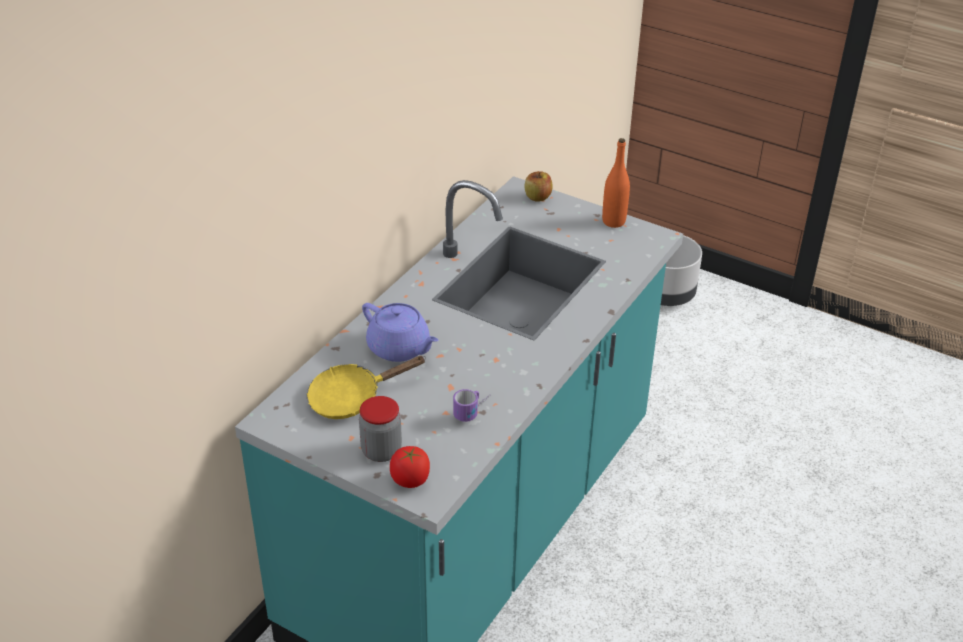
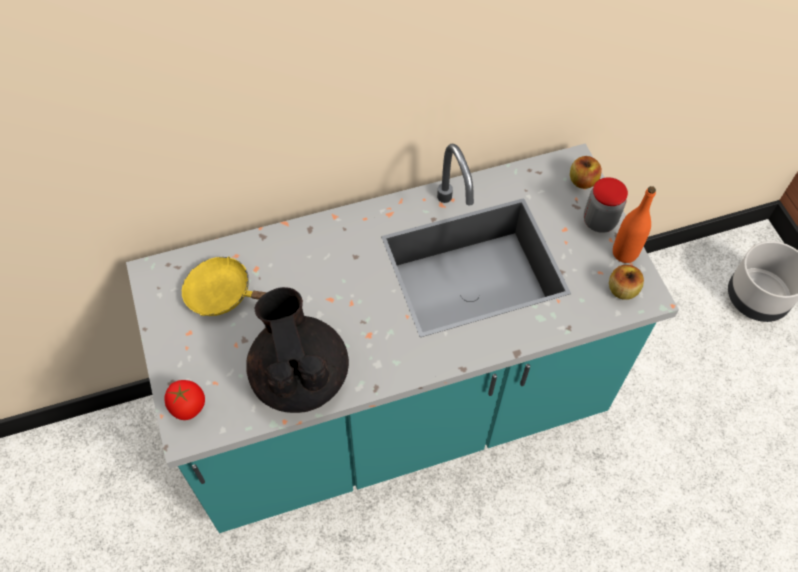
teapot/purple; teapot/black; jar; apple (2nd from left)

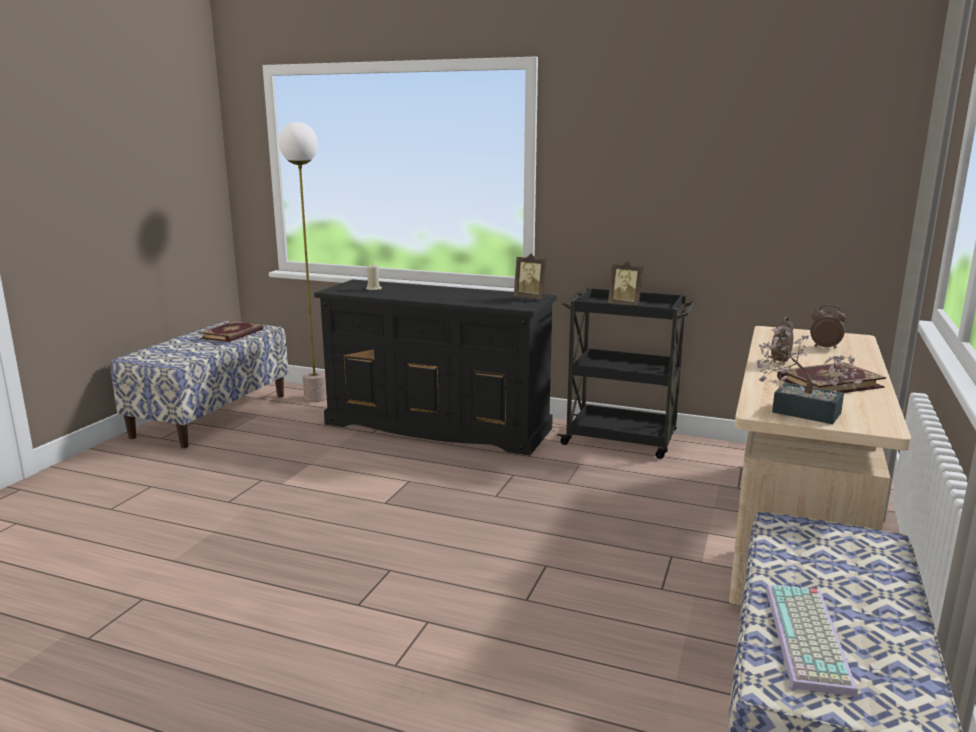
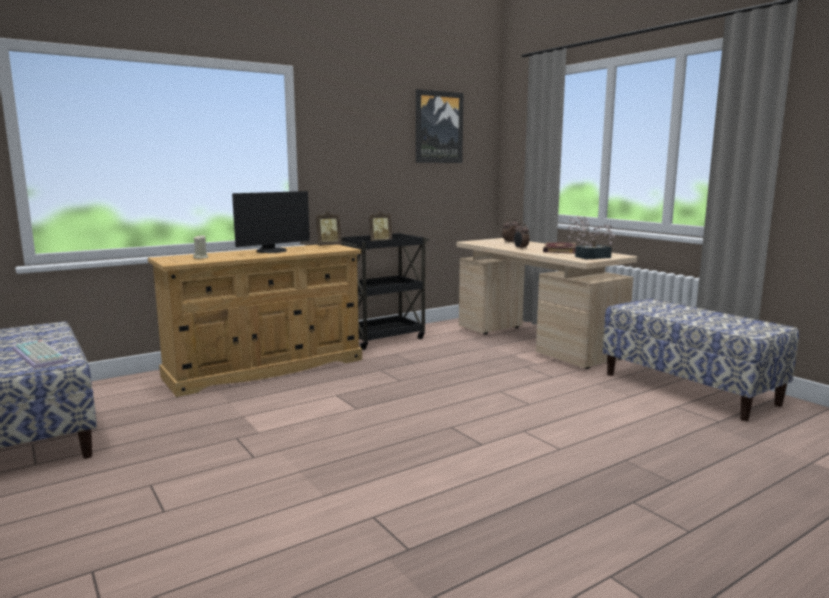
floor lamp; dresser/beige; book (1st from left in the first image); keyboard; picture; monitor

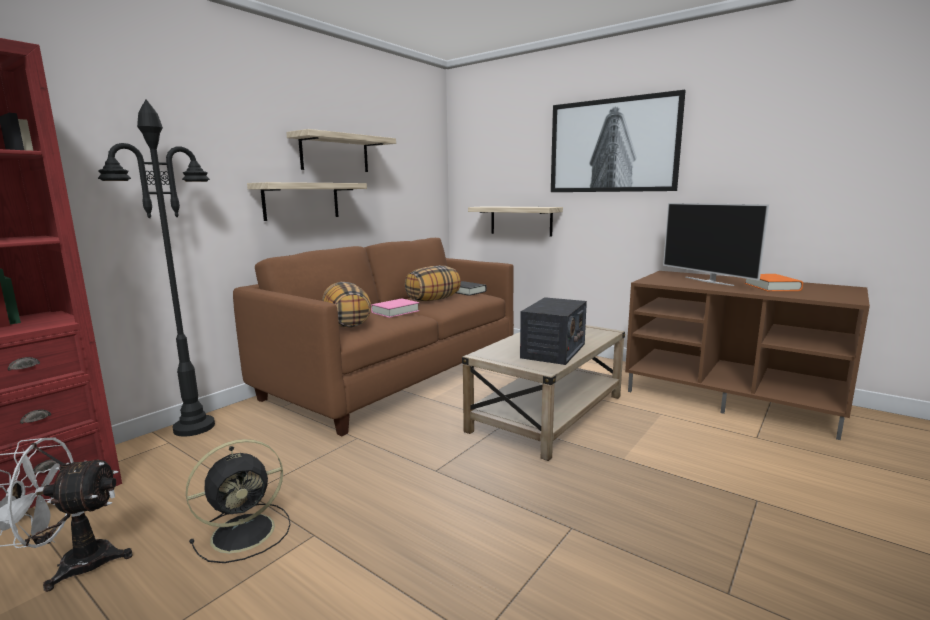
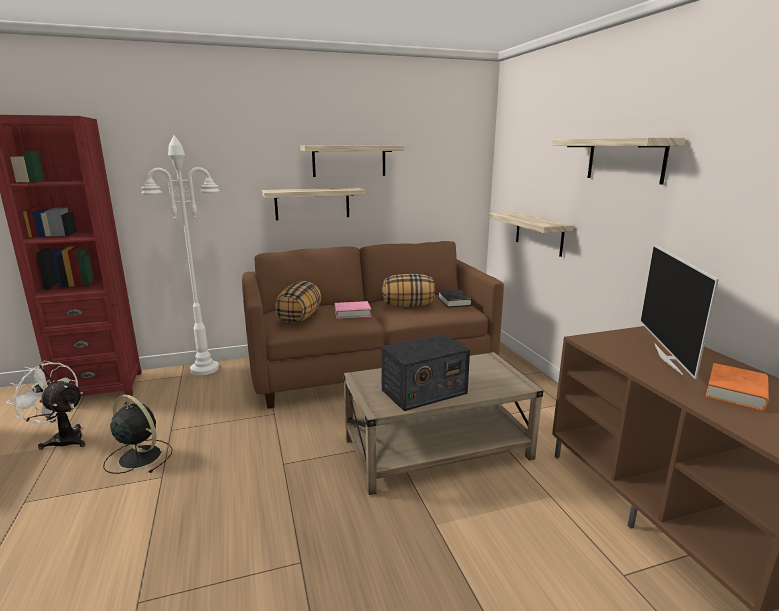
shelf (4th from left); floor lamp/white; fan/black

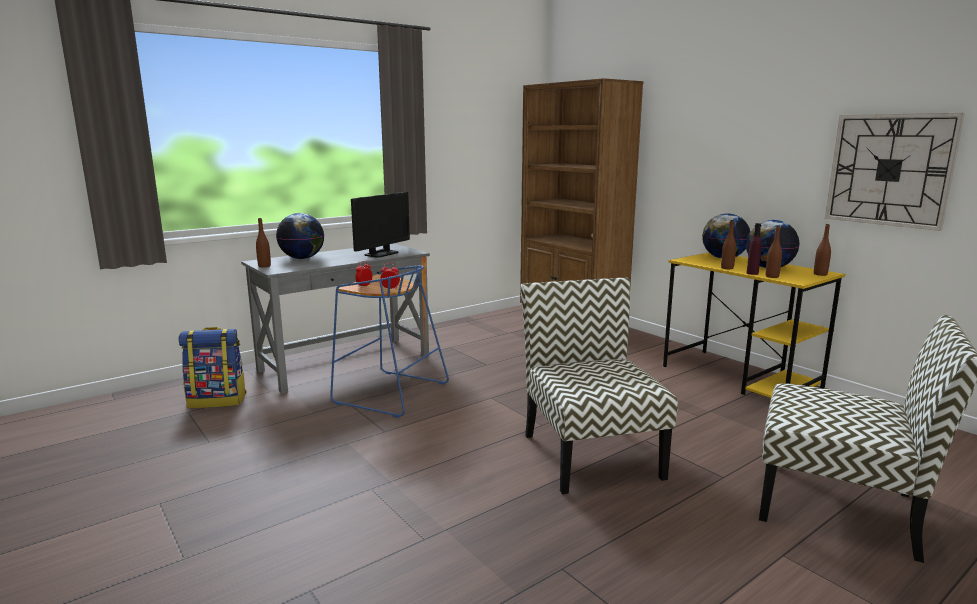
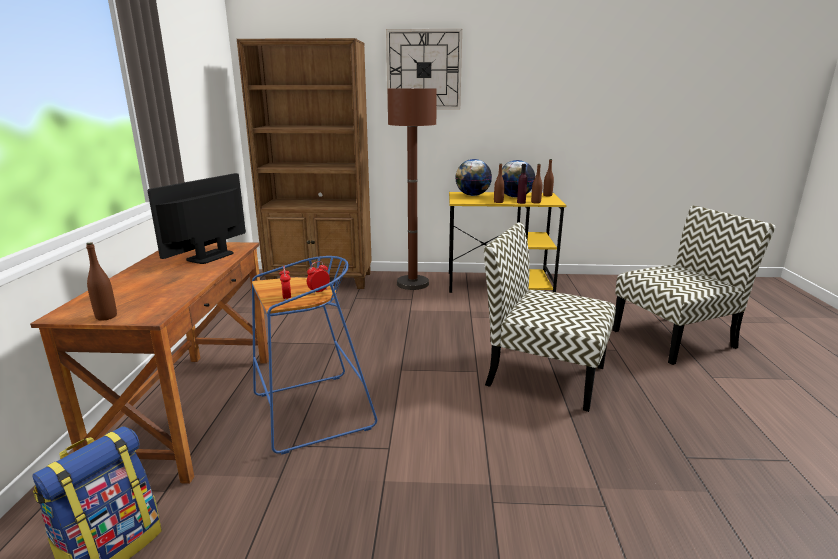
wall clock; monitor; globe (1st from left in the first image); desk/brown; floor lamp/brown

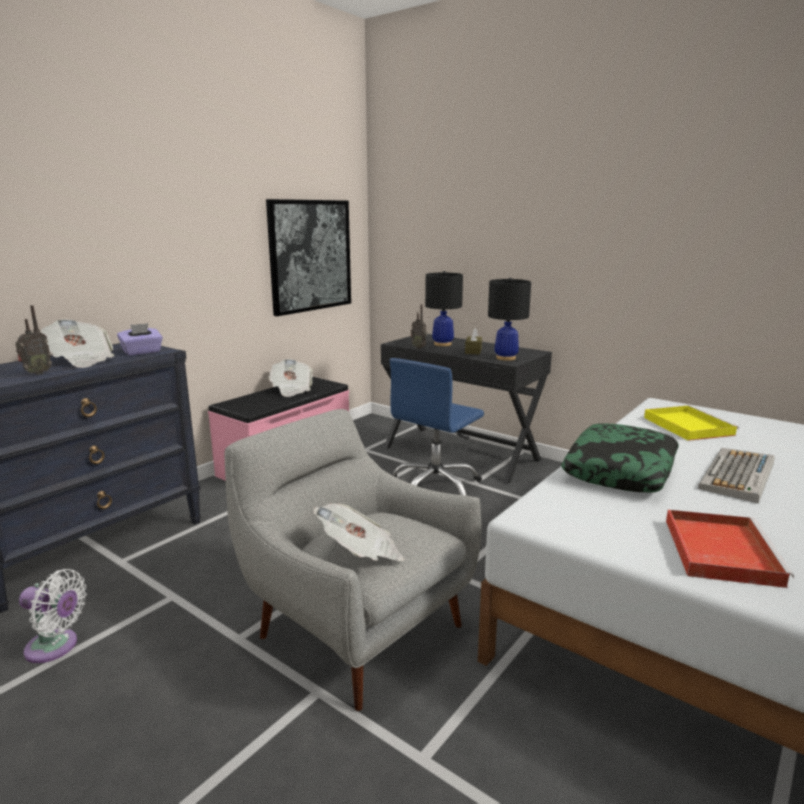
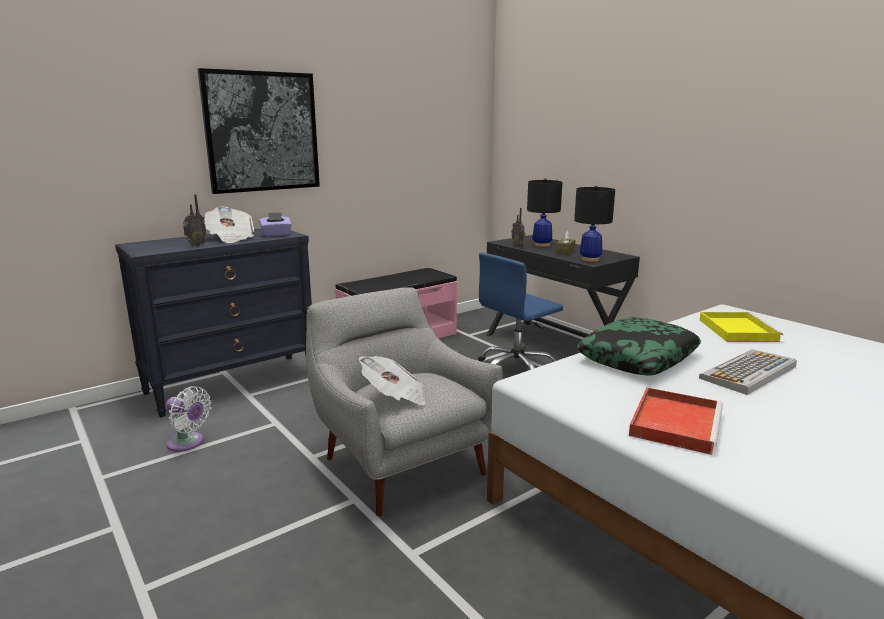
picture; newspaper (2nd from left in the first image)

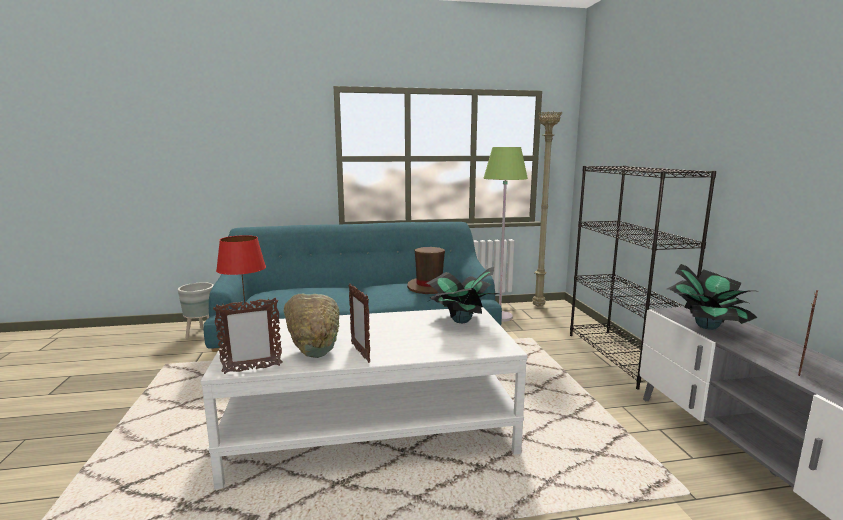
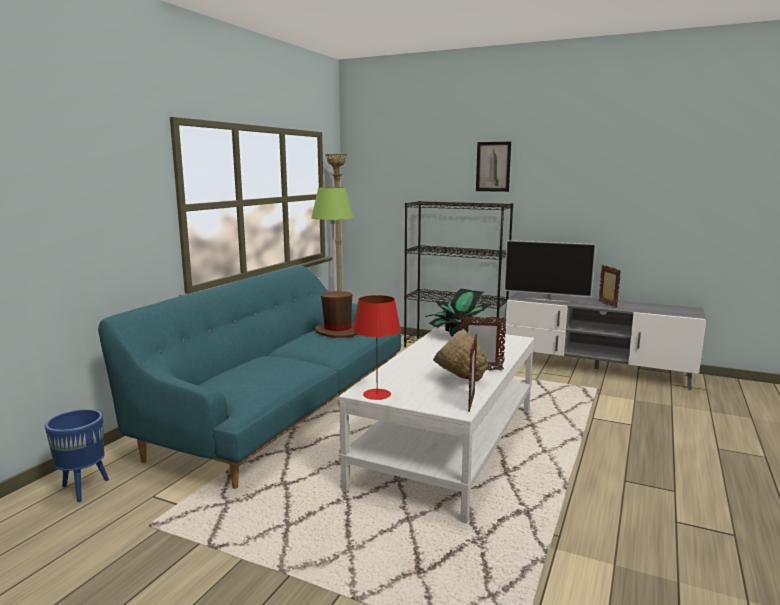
television; planter/blue; picture

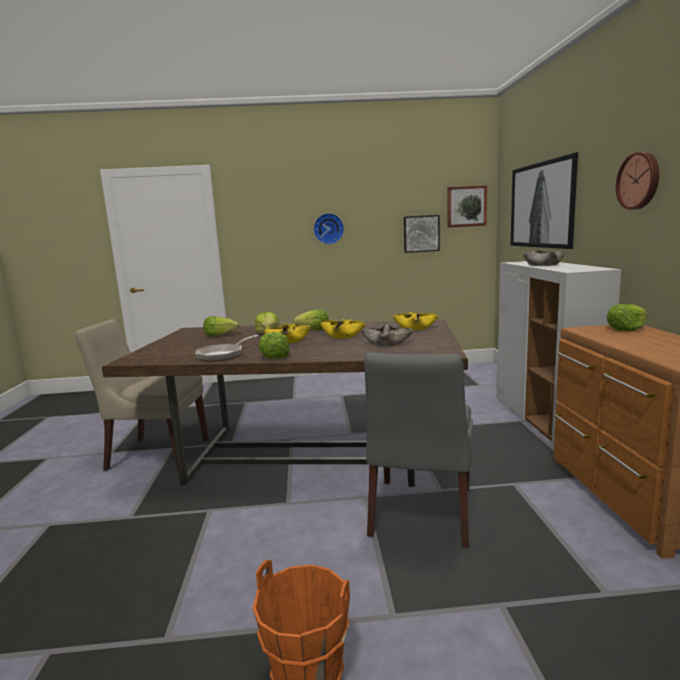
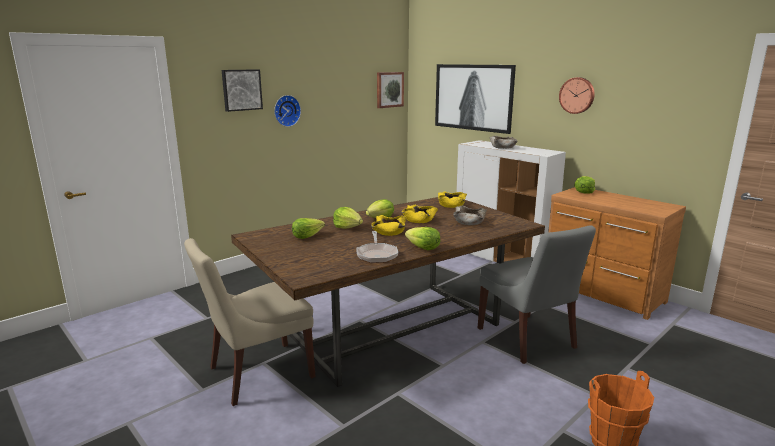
picture (1st from left)

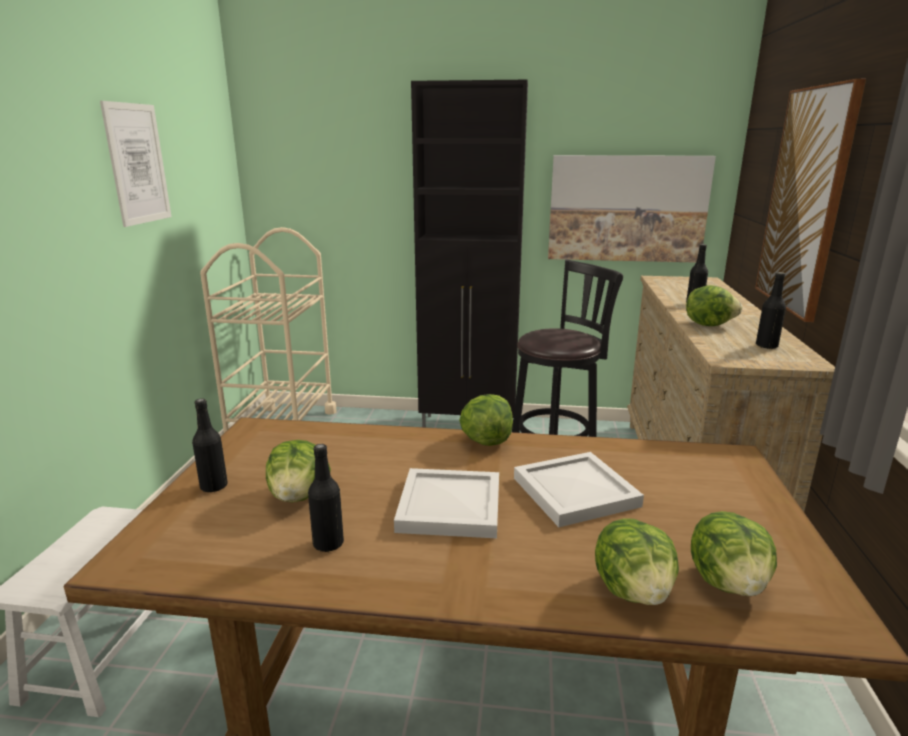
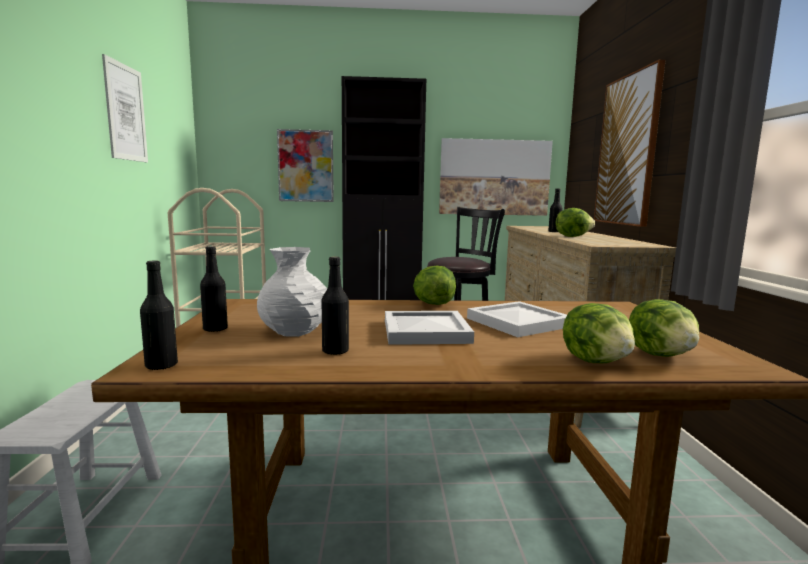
bottle/black (1st from left); vase/white; picture (2nd from left)

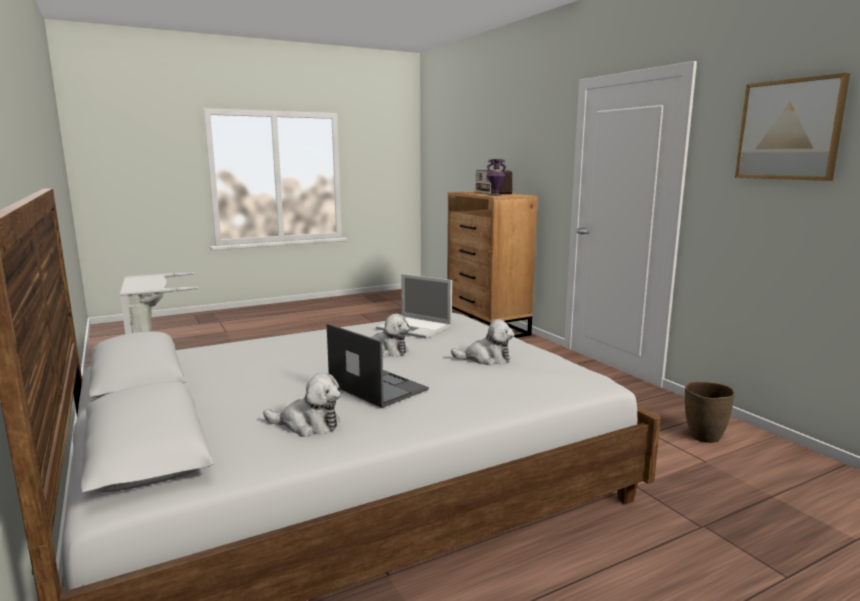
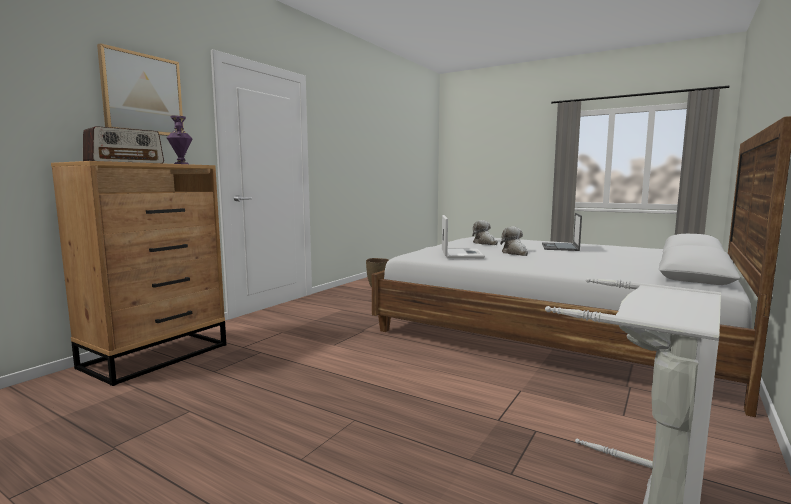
picture; plush toy (1st from left in the first image)

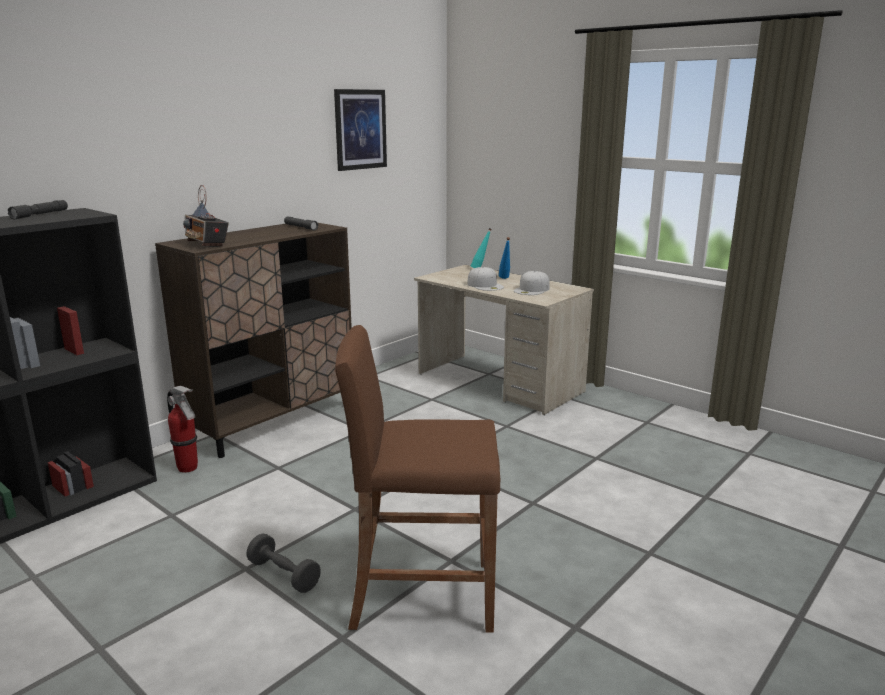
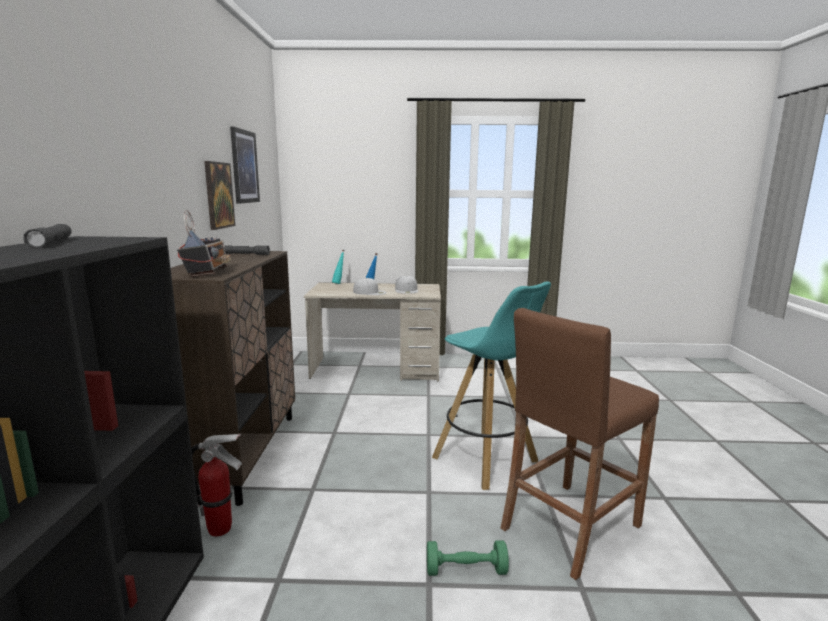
radio; dumbbell/green; picture (1st from left); stool/turquoise

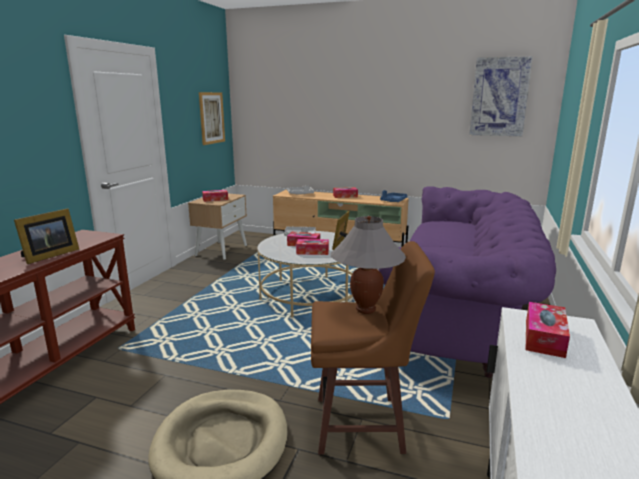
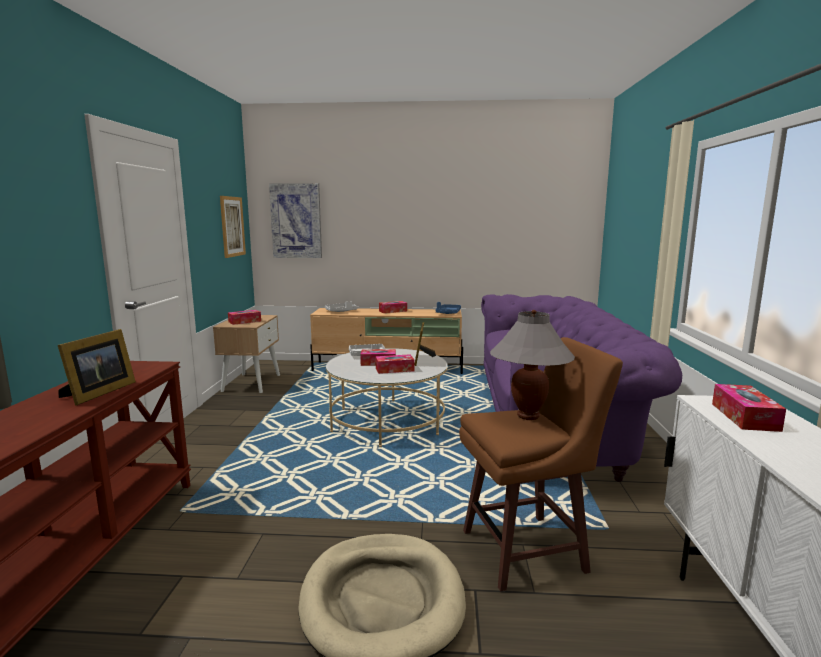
picture (2nd from left)

